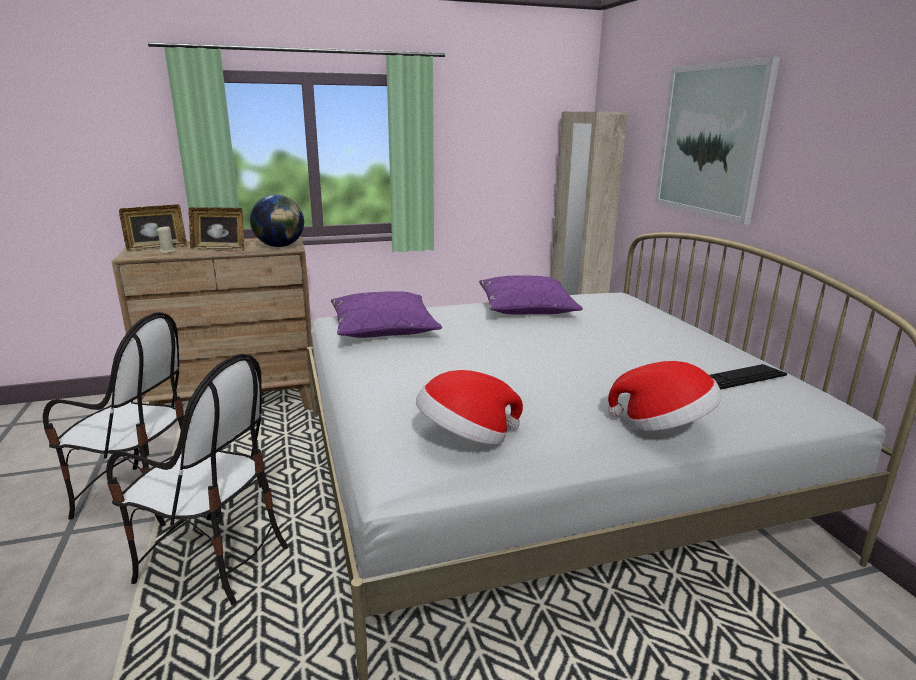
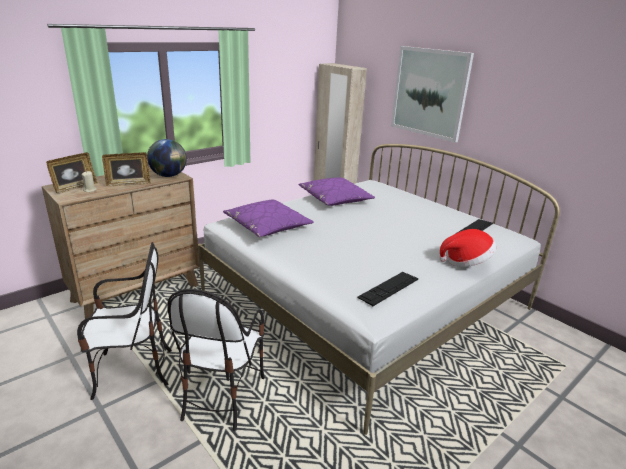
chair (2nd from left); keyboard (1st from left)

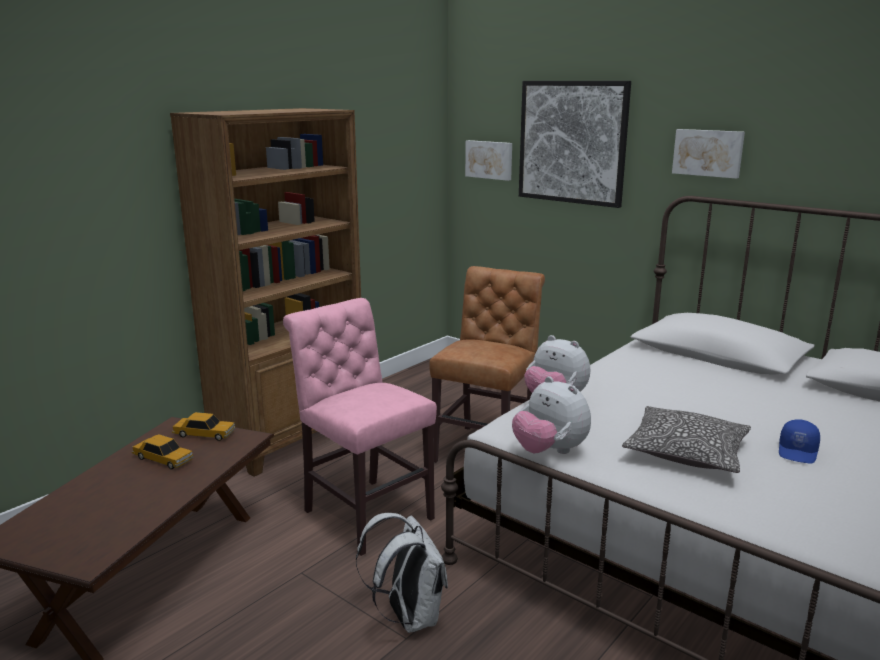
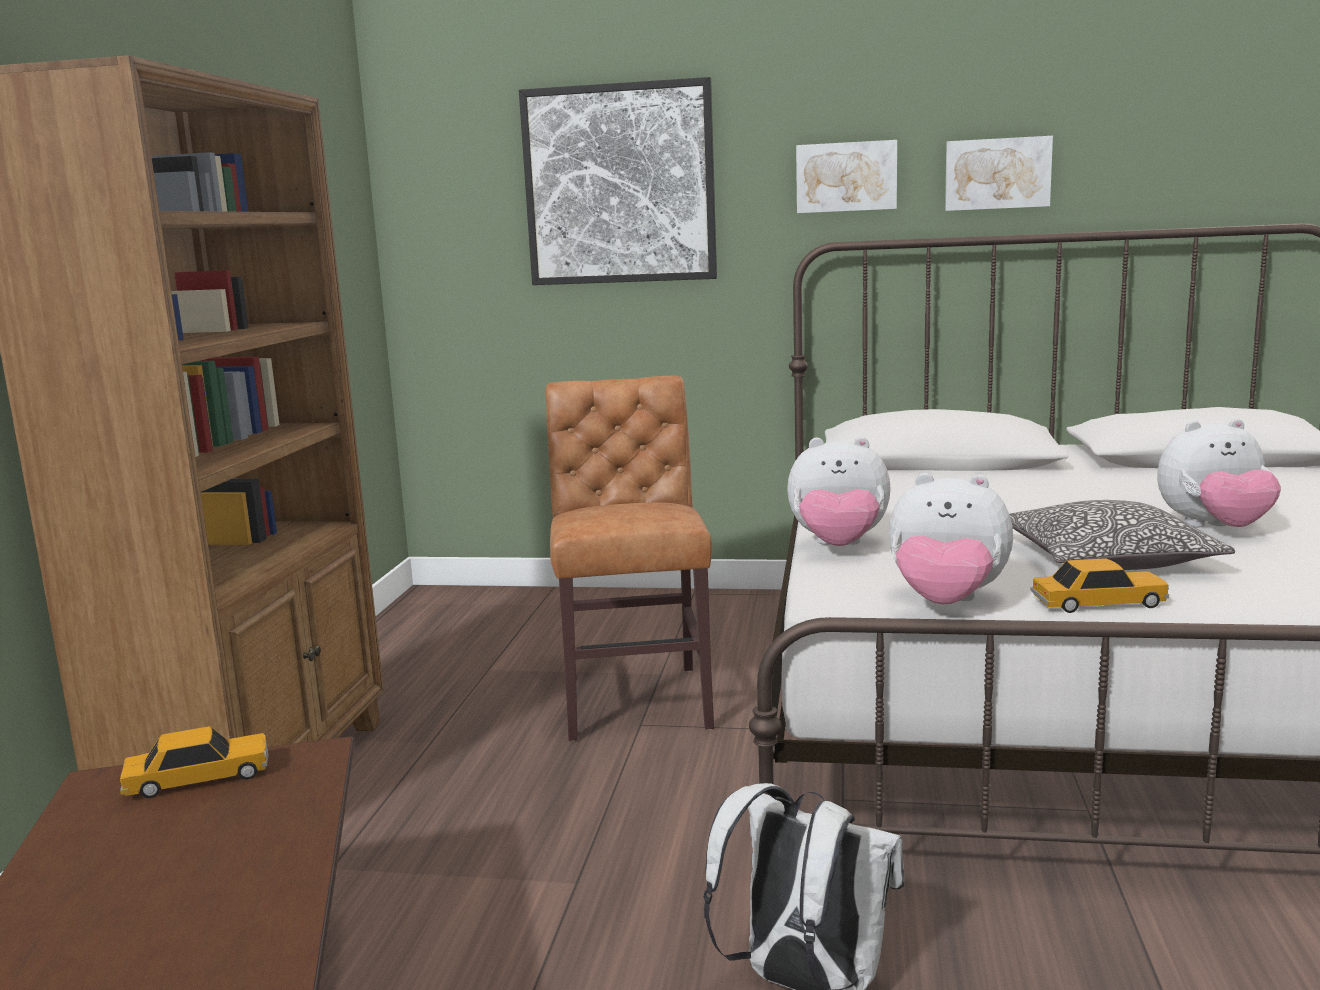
picture (3rd from left); chair/pink; plush toy (3rd from left); toy car (2nd from left)

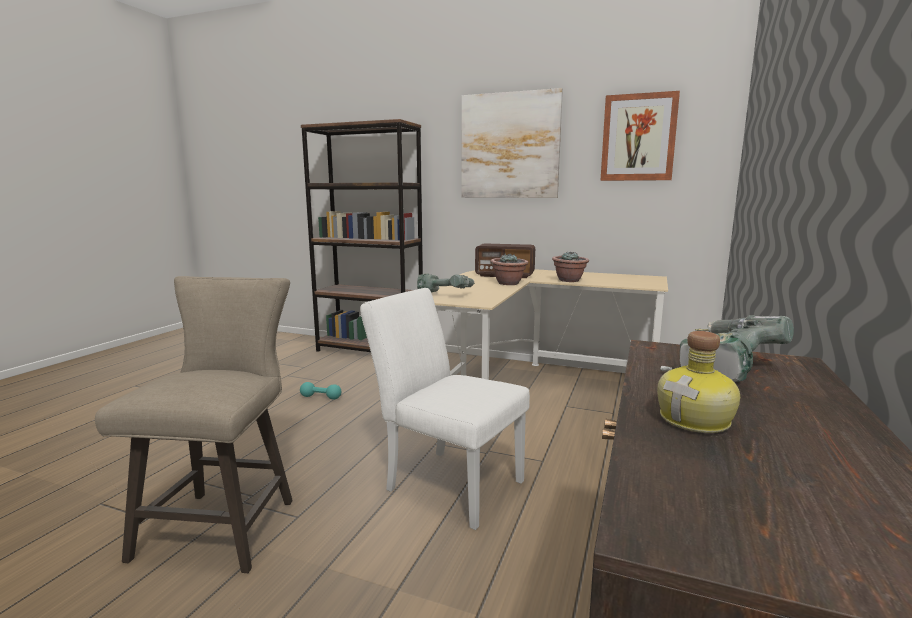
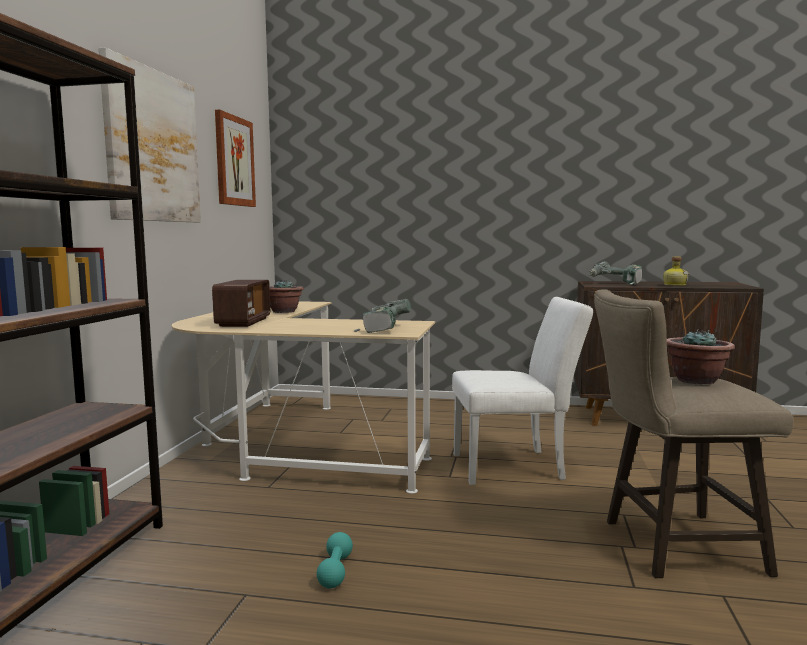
potted plant (2nd from left); chair/white

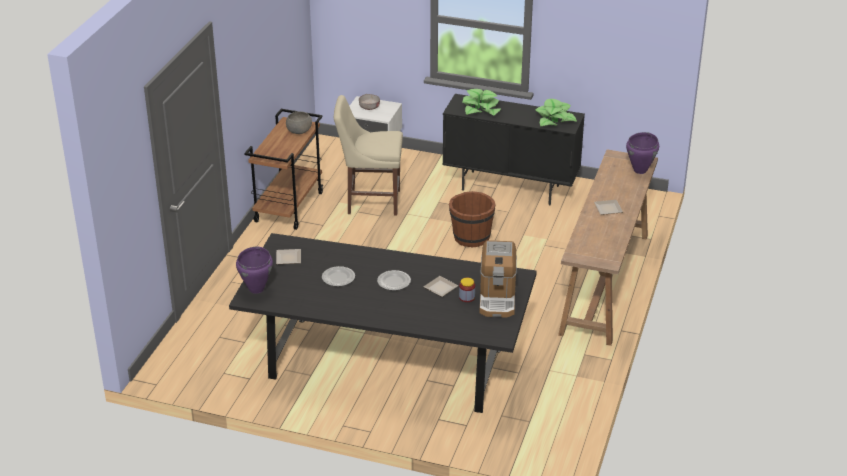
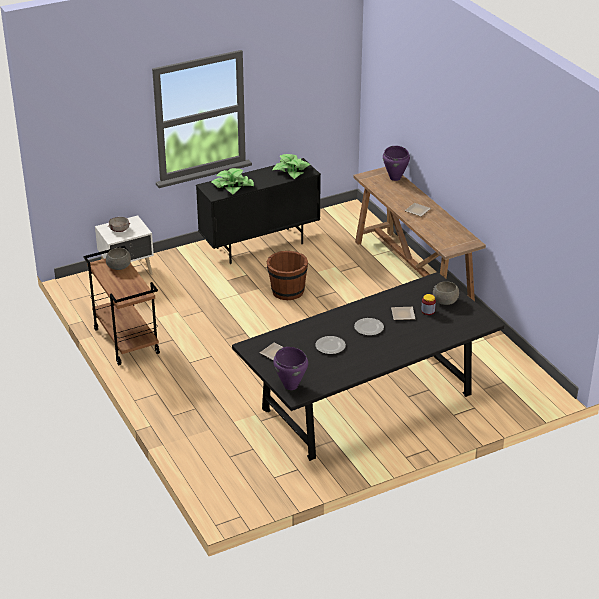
chair/beige; bowl/grey (3rd from left)

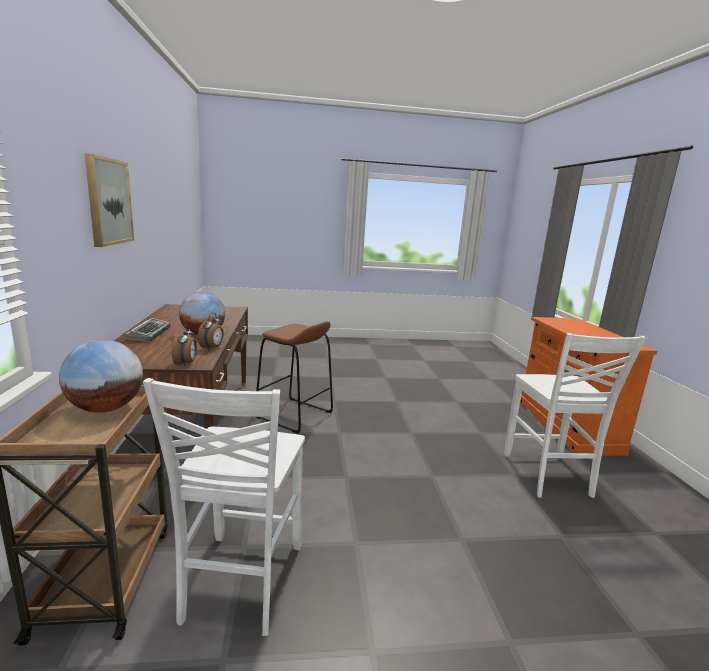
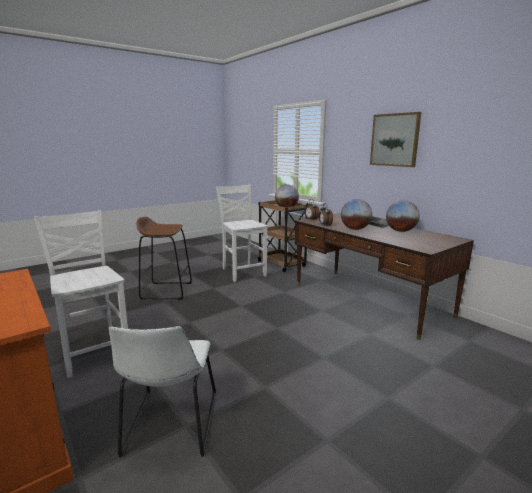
stool/brown; globe (3rd from left); chair/white (2nd from left)

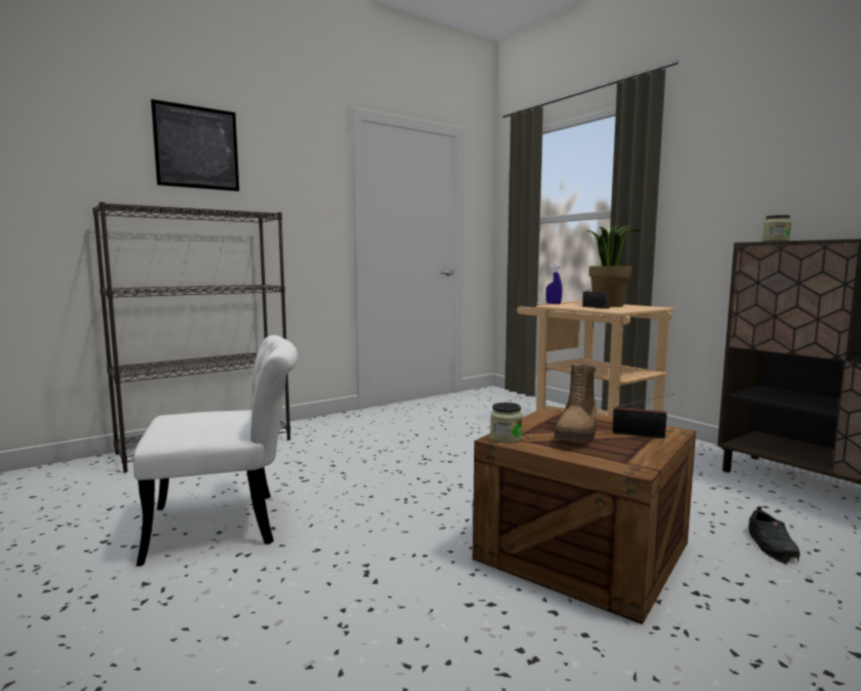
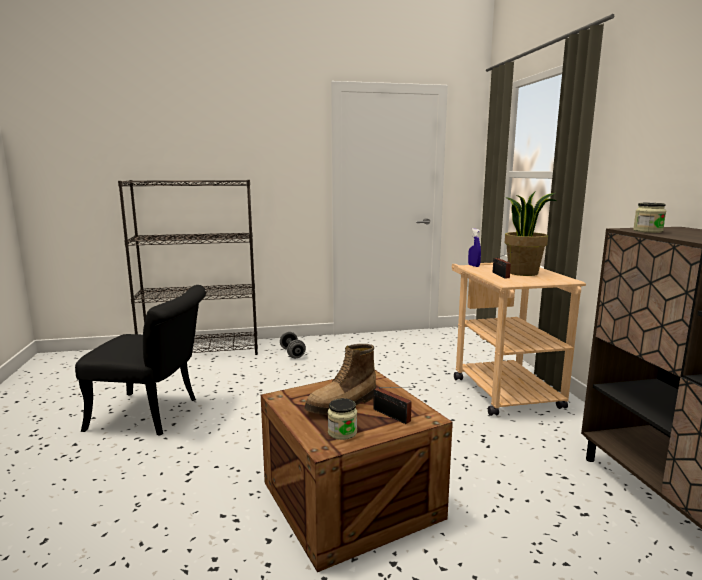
picture; chair/black; jar (1st from left); shoe/black; dumbbell/grey

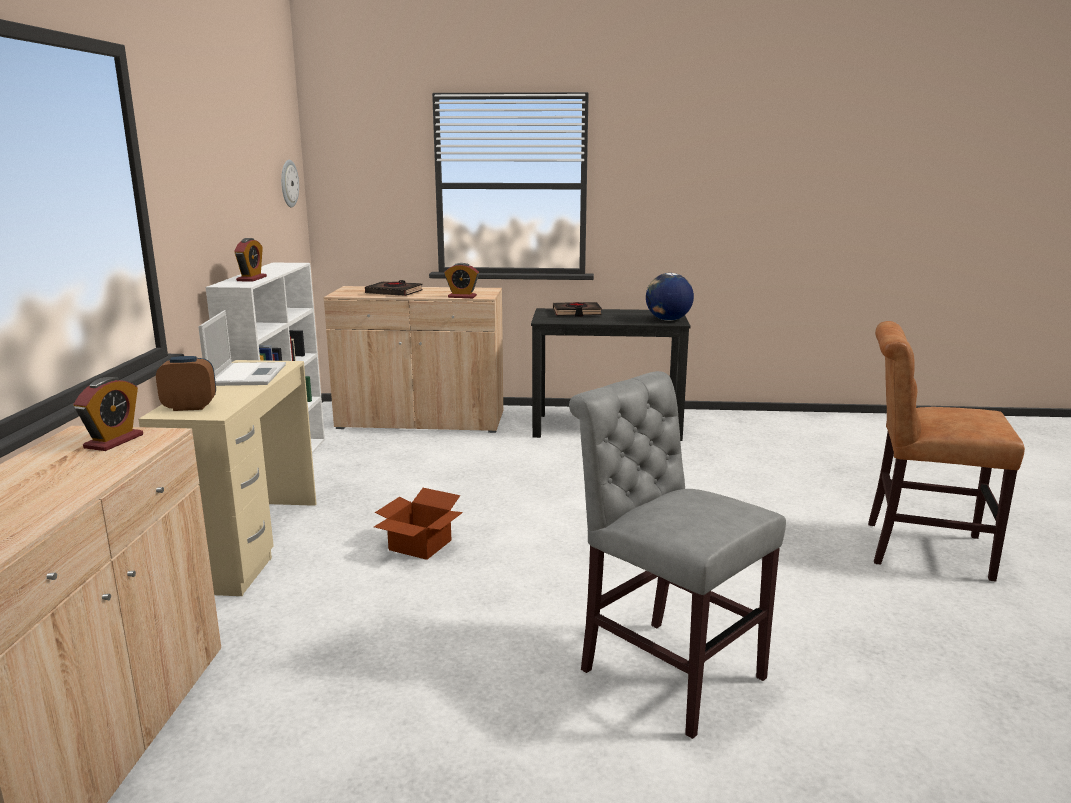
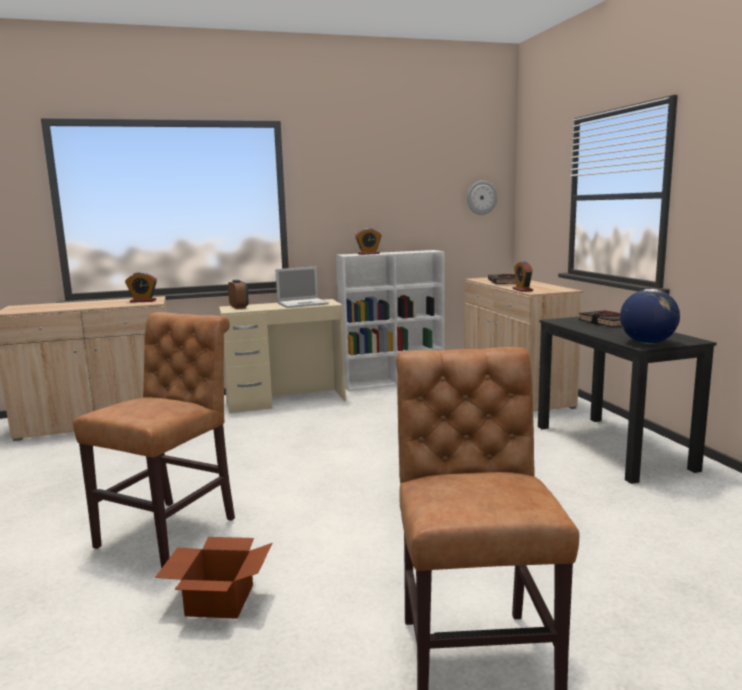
chair/brown (1st from left); cardboard box

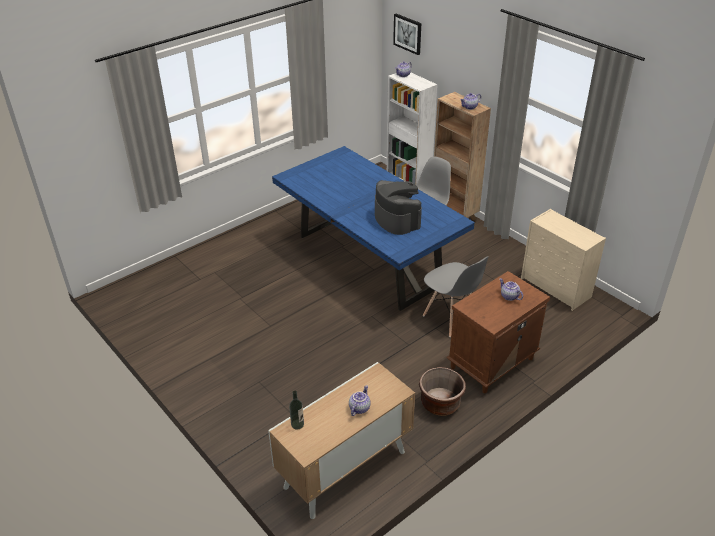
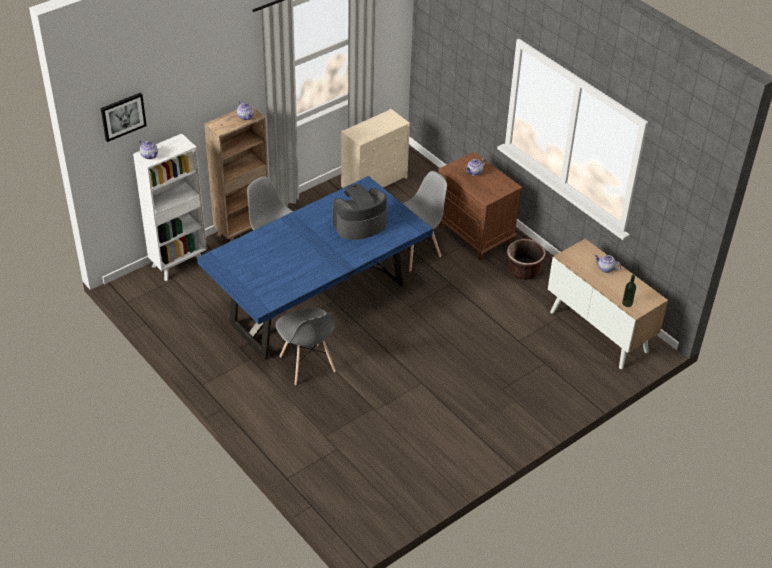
chair/grey (2nd from left)

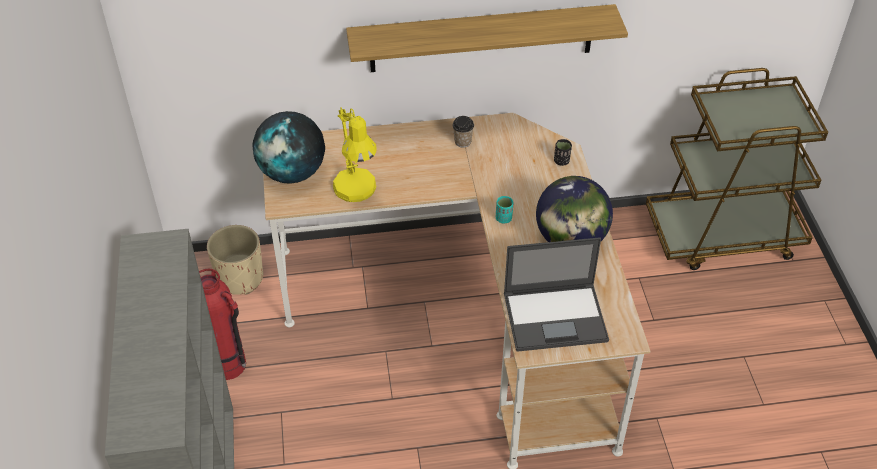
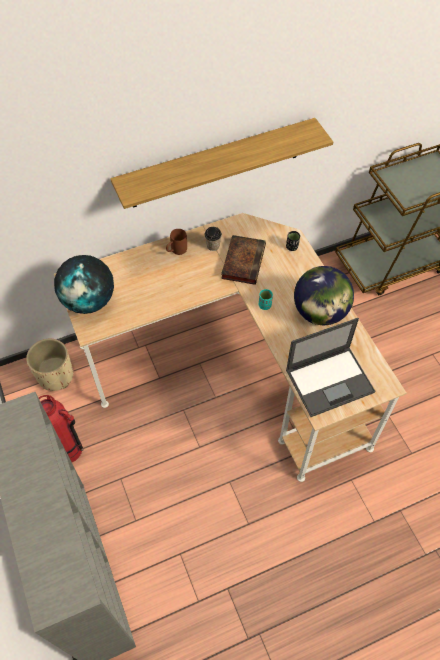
table lamp/yellow; mug/brown; book

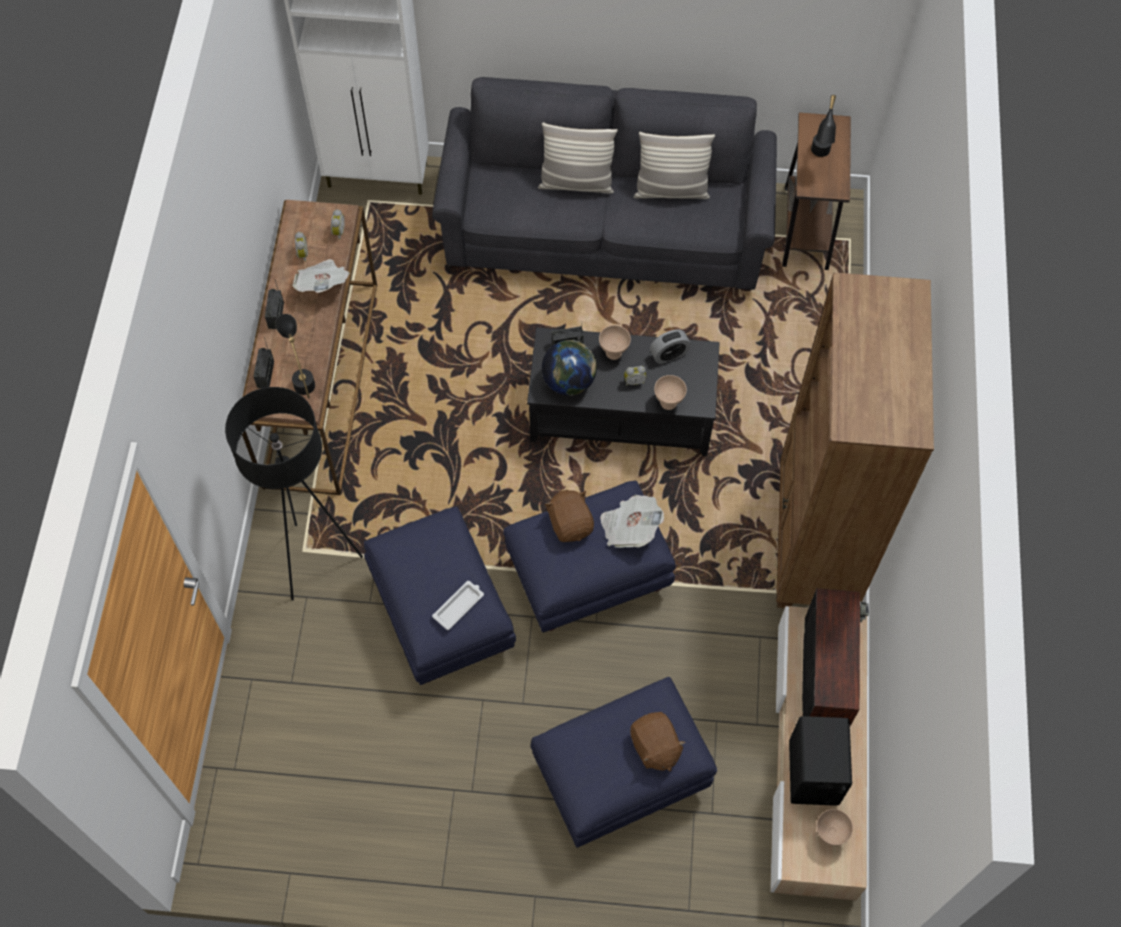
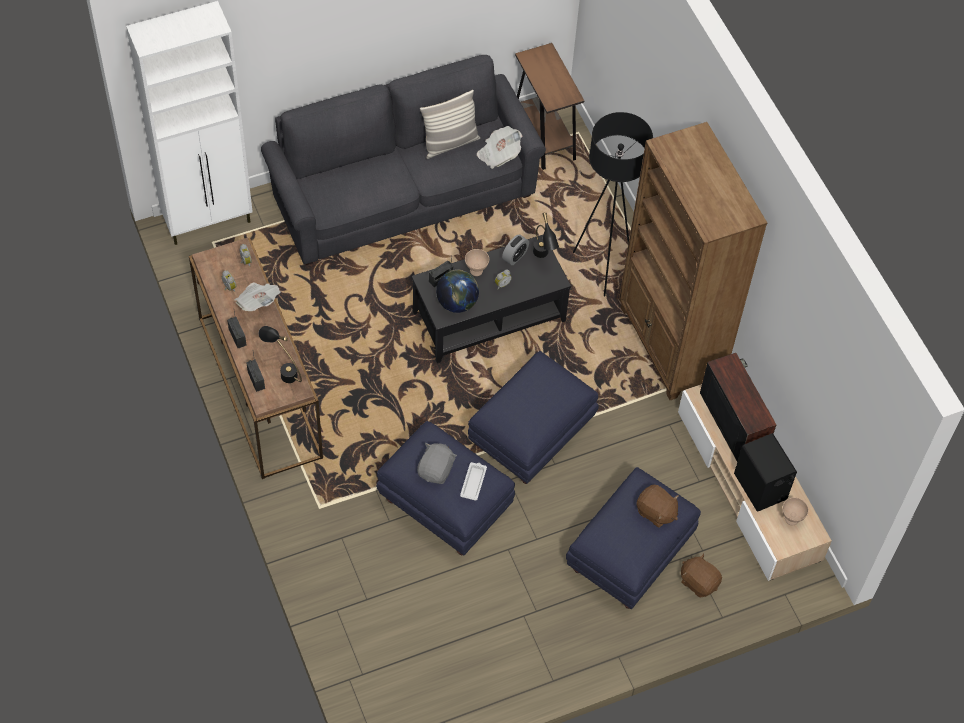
table lamp/black (2nd from left); pillow (1st from left in the first image); bowl/beige (2nd from left in the first image); floor lamp/black; plush toy/brown (2nd from left); newspaper (2nd from left); plush toy/grey

